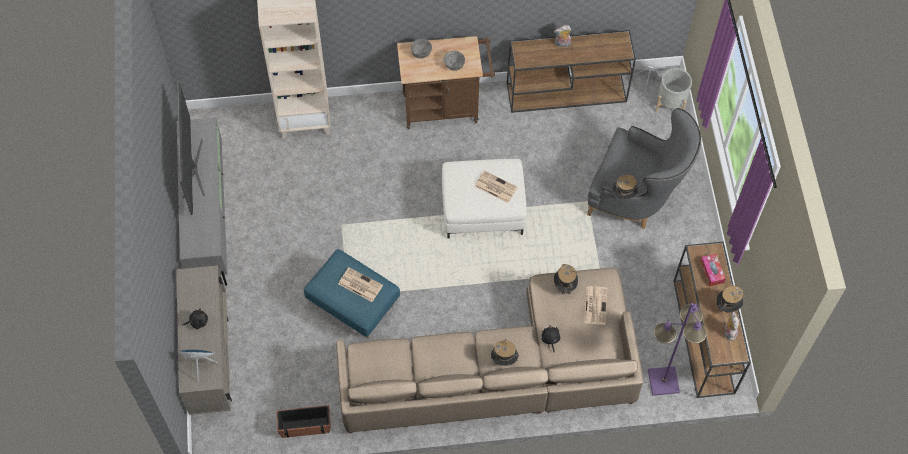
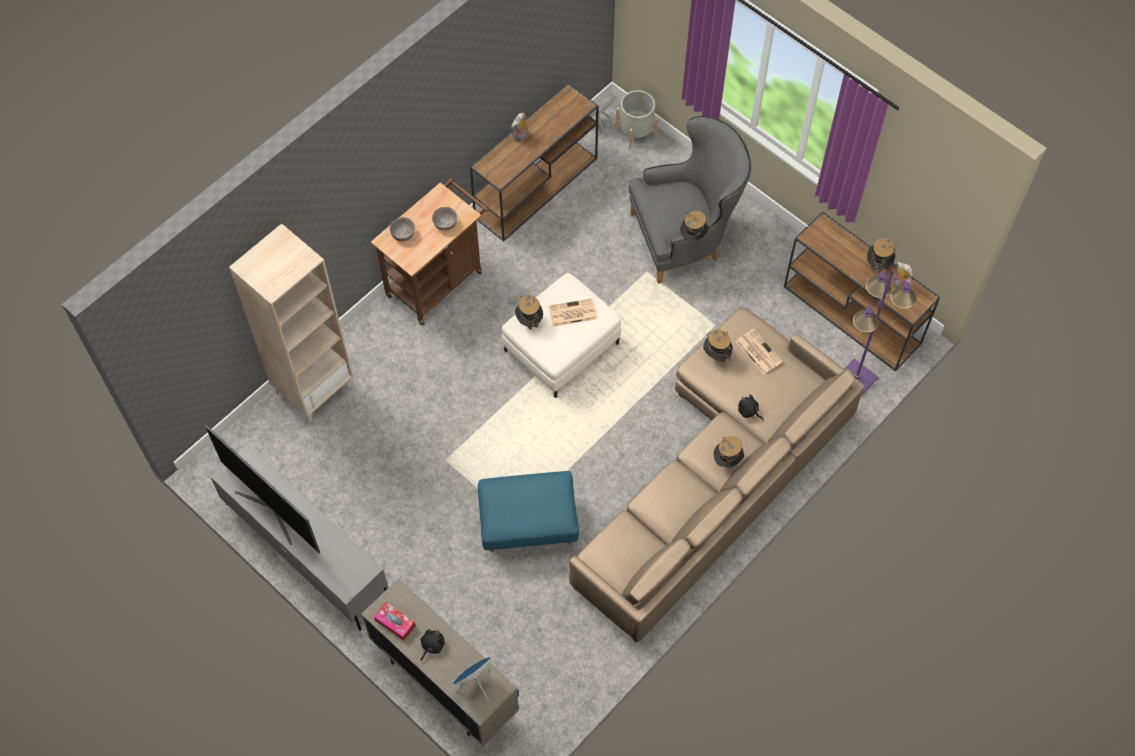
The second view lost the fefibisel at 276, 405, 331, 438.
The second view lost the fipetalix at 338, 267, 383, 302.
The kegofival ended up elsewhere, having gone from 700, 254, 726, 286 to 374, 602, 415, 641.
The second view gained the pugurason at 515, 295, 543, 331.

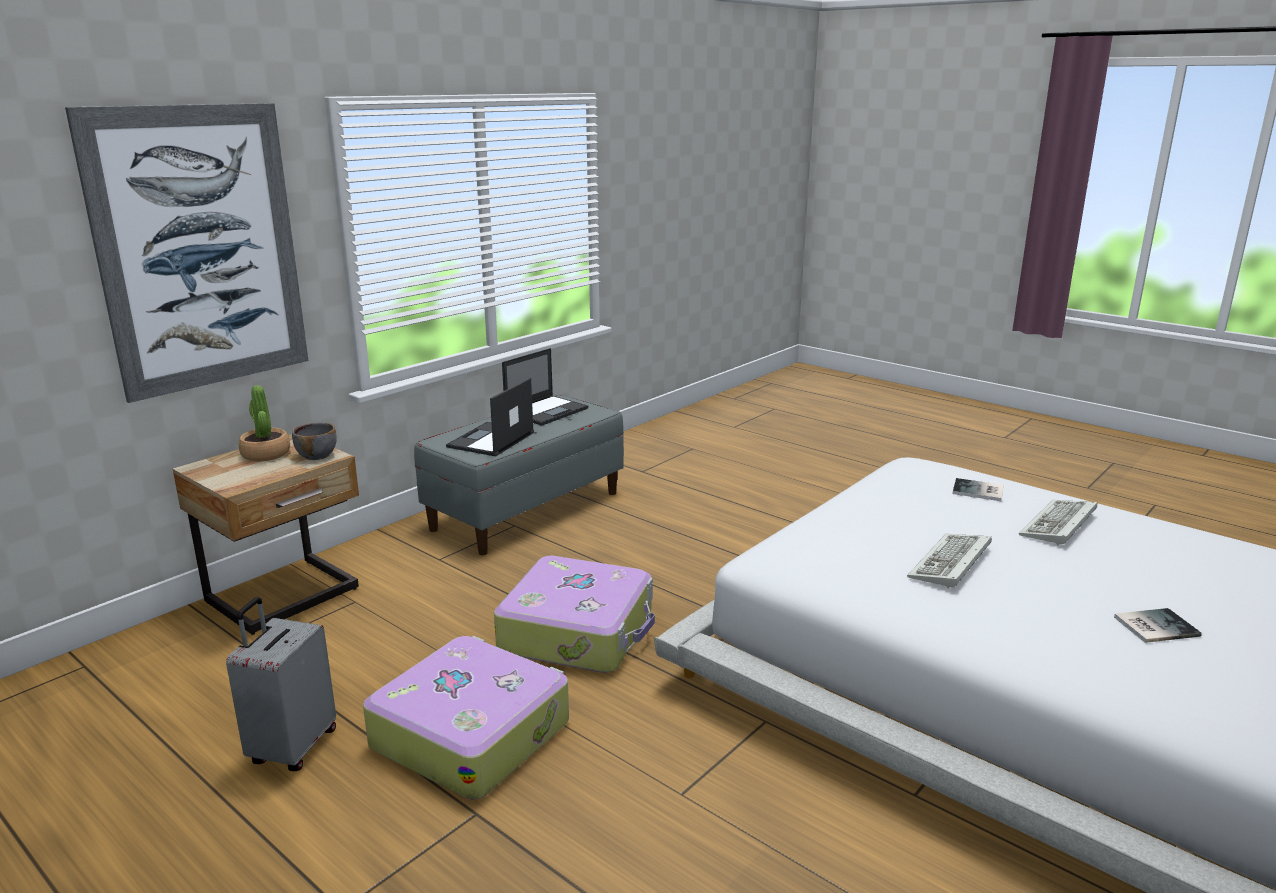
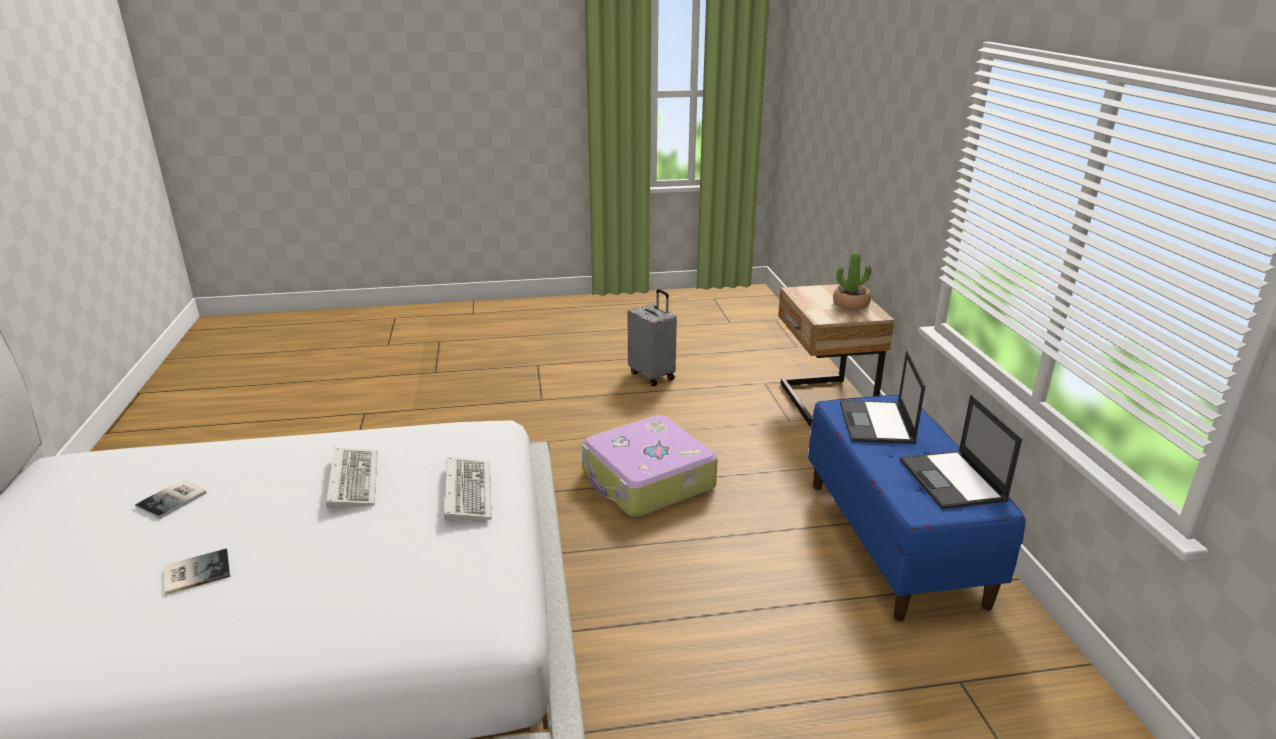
The second view lost the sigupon at 65, 103, 309, 403.
The second view lost the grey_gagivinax at 292, 422, 337, 460.
The second view lost the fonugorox at 363, 636, 569, 799.
What was the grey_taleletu at 414, 395, 624, 555 turned into the blue_taleletu at 808, 395, 1025, 621.
The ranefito at 446, 378, 534, 456 ended up facing another way, 150 degrees counterclockwise from before.
The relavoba ended up elsewhere, having gone from 952, 478, 1004, 501 to 165, 548, 230, 595.
The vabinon ended up elsewhere, having gone from 1019, 500, 1097, 546 to 444, 457, 492, 523.

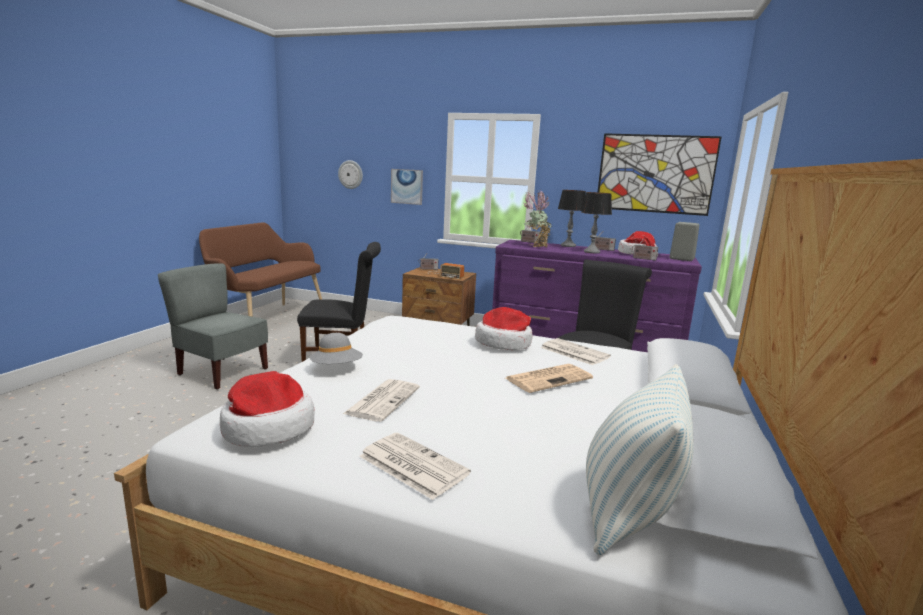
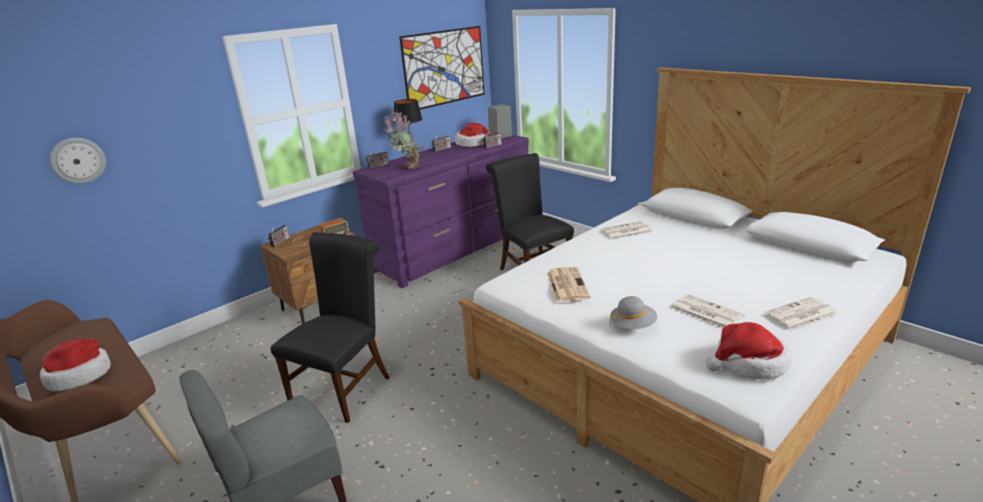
The second view lost the sigupon at 391, 169, 423, 205.
The pugurason ended up elsewhere, having gone from 475, 307, 532, 350 to 40, 339, 111, 391.
The fipetalix ended up elsewhere, having gone from 505, 364, 593, 393 to 547, 267, 590, 302.
The second view lost the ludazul at 581, 192, 612, 253.
The second view lost the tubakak at 586, 364, 694, 556.

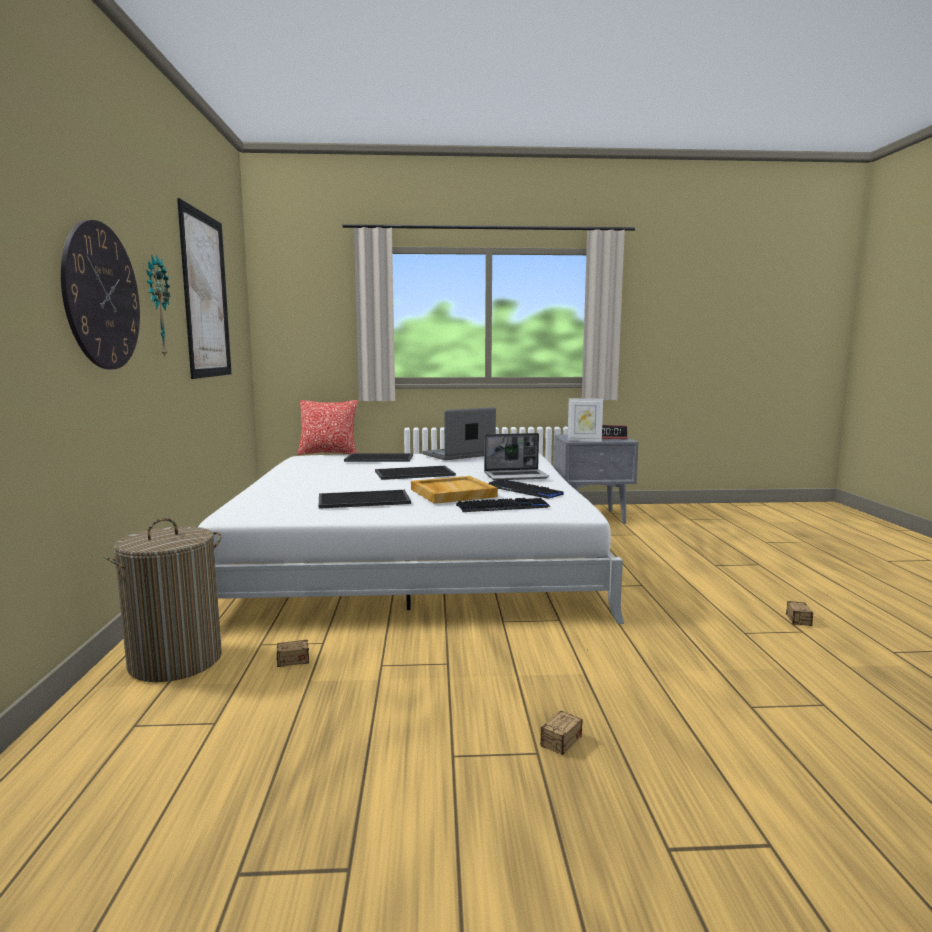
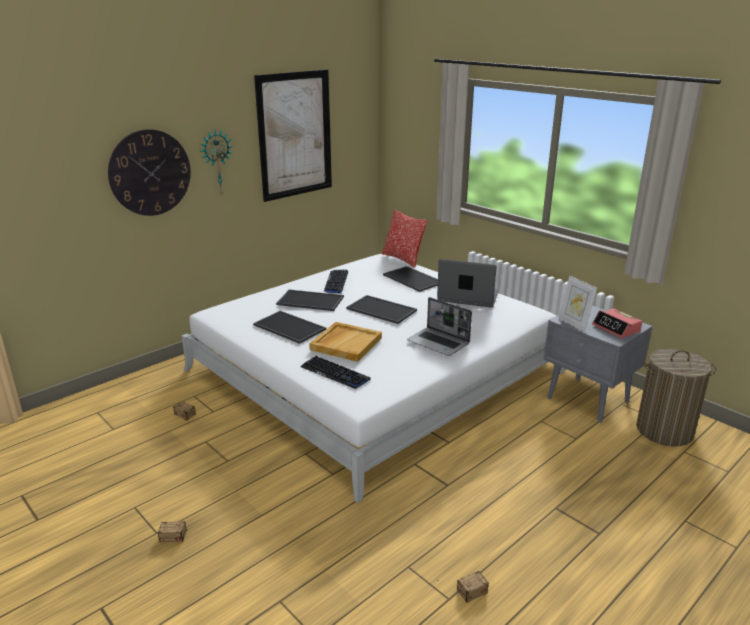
The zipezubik ended up elsewhere, having gone from 103, 518, 222, 682 to 636, 349, 717, 447.
The vabinon ended up elsewhere, having gone from 489, 479, 564, 499 to 324, 270, 348, 293.
The second view gained the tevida at 276, 290, 344, 311.

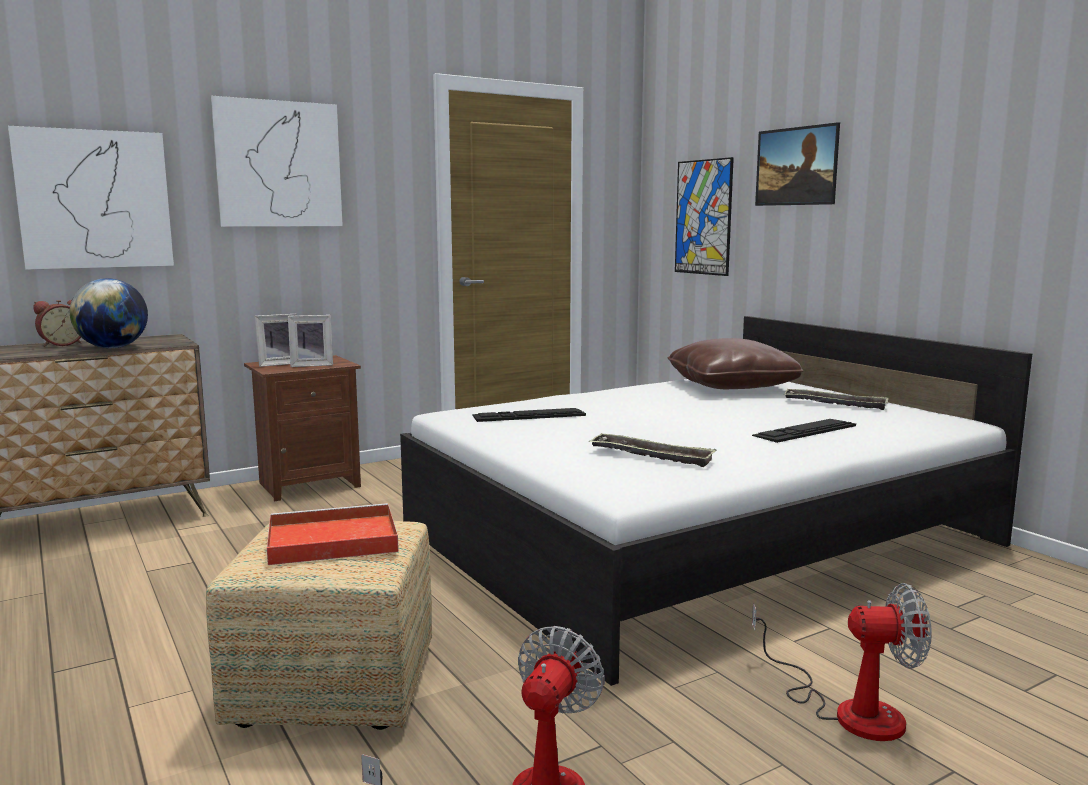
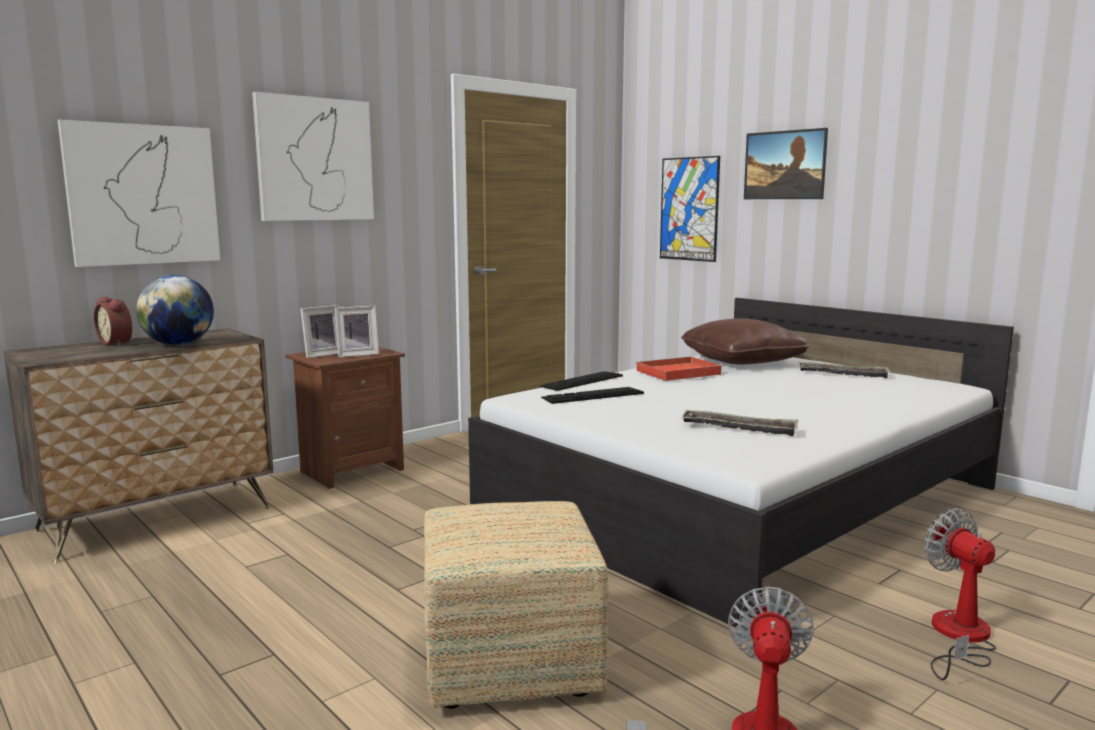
The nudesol at 33, 300, 82, 347 ended up facing another way, 90 degrees clockwise from before.
The red_tevida ended up elsewhere, having gone from 267, 503, 399, 565 to 636, 356, 722, 381.
The vabinon ended up elsewhere, having gone from 752, 419, 856, 443 to 539, 371, 623, 391.
The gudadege at 752, 583, 932, 741 ended up facing another way, 105 degrees counterclockwise from before.

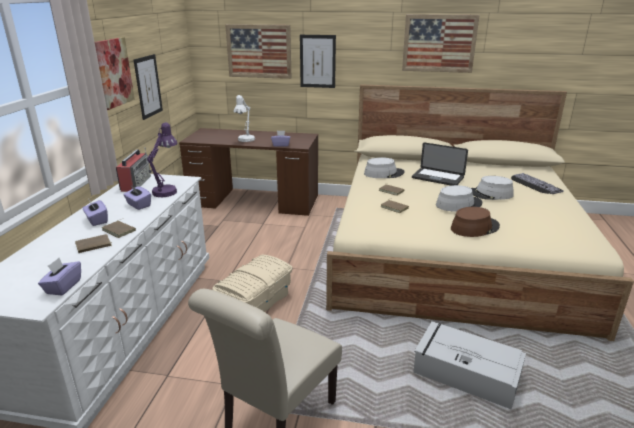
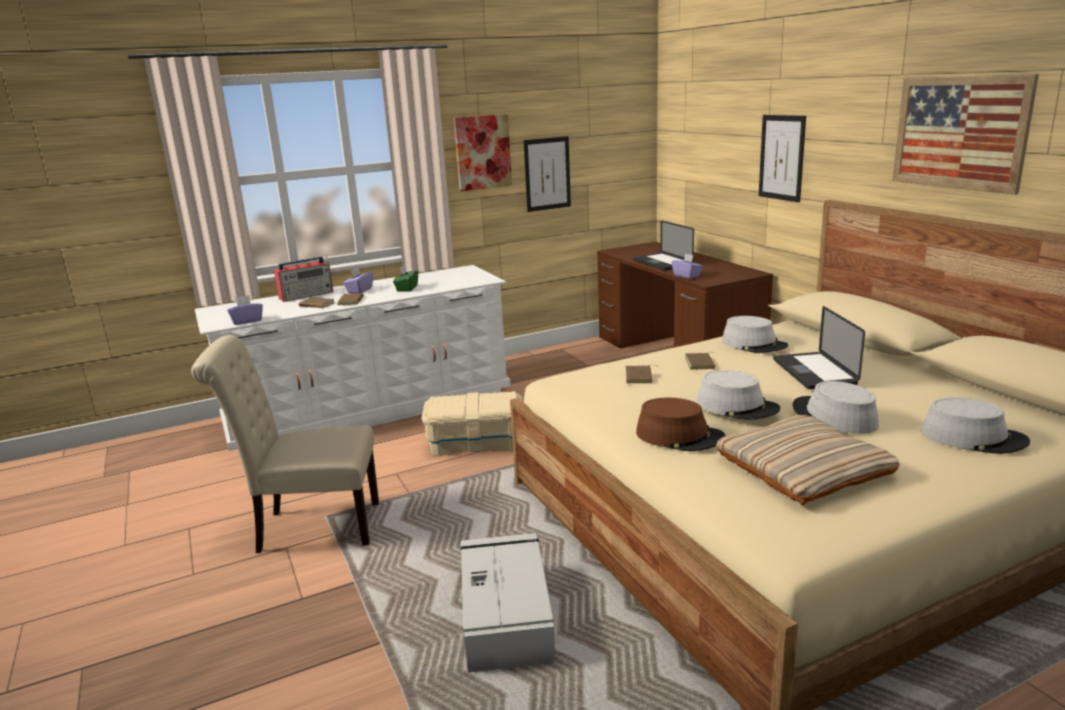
The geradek ended up elsewhere, having gone from 116, 148, 152, 192 to 274, 256, 333, 302.
What was the purple_kegofival at 123, 186, 151, 210 turned into the green_kegofival at 393, 266, 418, 292.
The second view lost the purple_ludazul at 147, 122, 178, 197.
The second view lost the sigupon at 225, 24, 291, 79.
Where the white_ludazul stood at 233, 95, 255, 142, the ranefito came to stand at 633, 220, 694, 271.
Where the vabinon stood at 511, 173, 564, 194, the grey_pugurason came to stand at 921, 397, 1030, 454.
The second view gained the beige_tubakak at 716, 415, 900, 505.

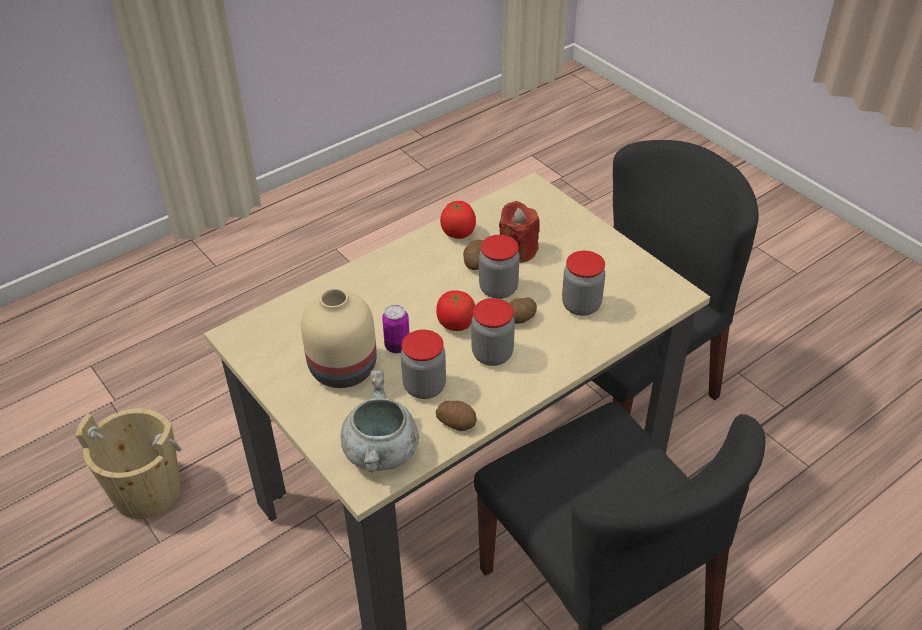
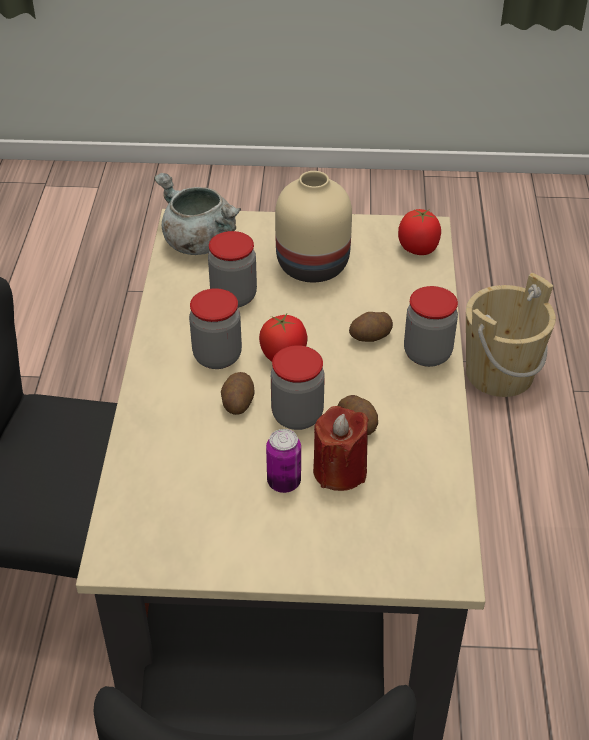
The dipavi ended up elsewhere, having gone from 382, 305, 409, 353 to 266, 429, 301, 493.
The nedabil ended up elsewhere, having gone from 436, 401, 477, 431 to 349, 312, 393, 342.
The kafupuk ended up elsewhere, having gone from 440, 201, 476, 239 to 398, 209, 441, 255.
The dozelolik ended up elsewhere, having gone from 562, 251, 605, 316 to 404, 286, 458, 367.

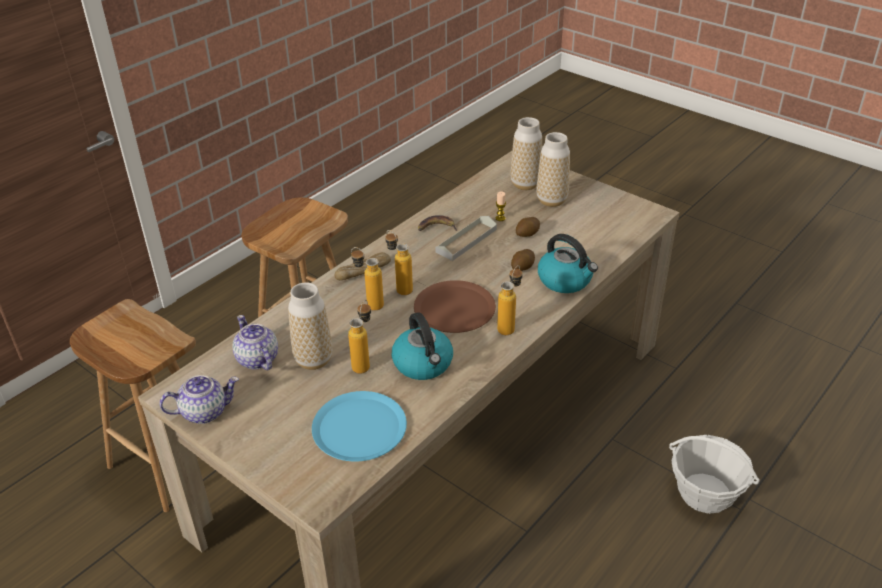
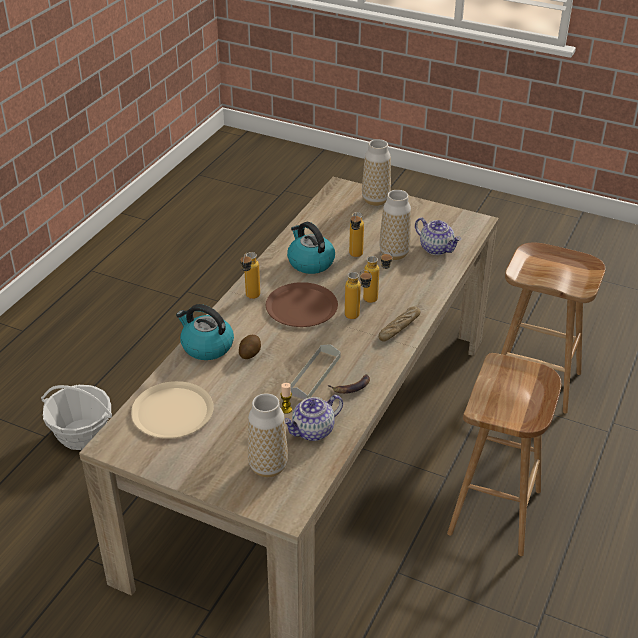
The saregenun ended up elsewhere, having gone from 160, 375, 239, 424 to 285, 395, 343, 441.
The second view lost the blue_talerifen at 312, 391, 407, 461.
The second view lost the nedabil at 516, 217, 540, 237.
The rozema ended up elsewhere, having gone from 536, 132, 570, 207 to 362, 139, 391, 206.
The second view gained the beige_talerifen at 131, 381, 214, 439.

